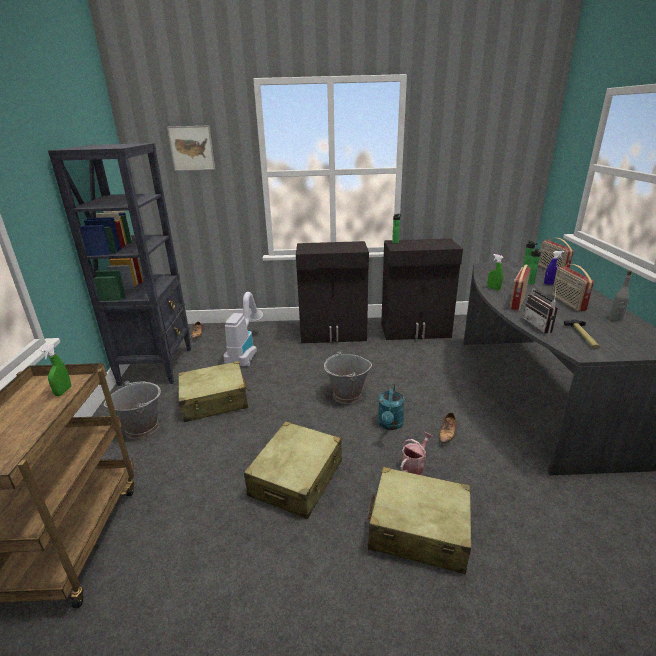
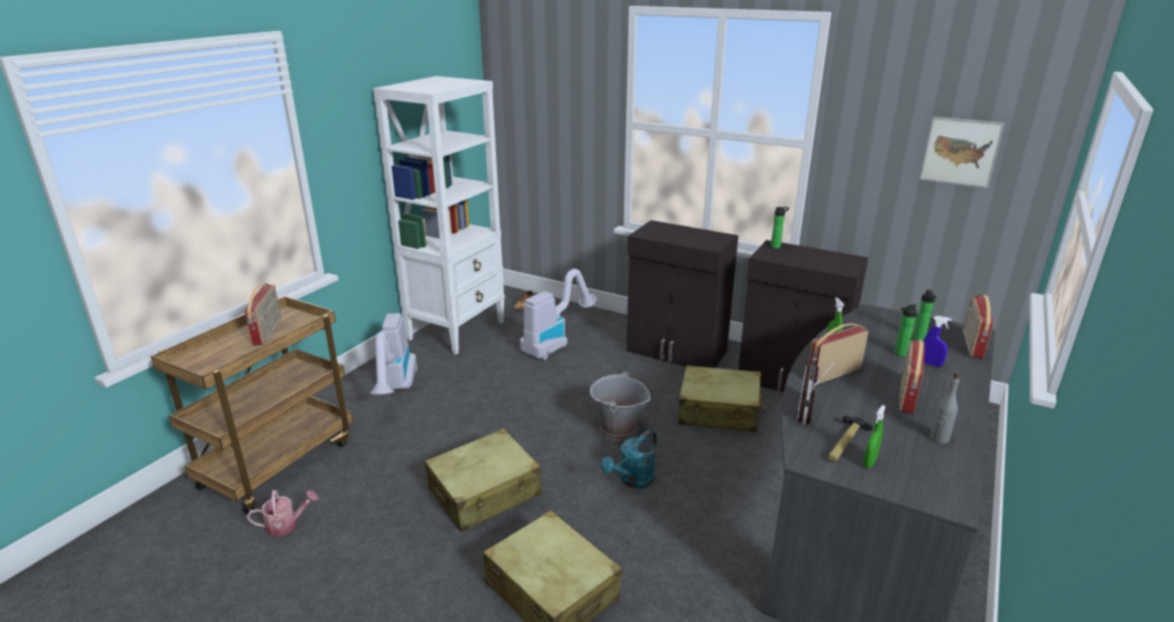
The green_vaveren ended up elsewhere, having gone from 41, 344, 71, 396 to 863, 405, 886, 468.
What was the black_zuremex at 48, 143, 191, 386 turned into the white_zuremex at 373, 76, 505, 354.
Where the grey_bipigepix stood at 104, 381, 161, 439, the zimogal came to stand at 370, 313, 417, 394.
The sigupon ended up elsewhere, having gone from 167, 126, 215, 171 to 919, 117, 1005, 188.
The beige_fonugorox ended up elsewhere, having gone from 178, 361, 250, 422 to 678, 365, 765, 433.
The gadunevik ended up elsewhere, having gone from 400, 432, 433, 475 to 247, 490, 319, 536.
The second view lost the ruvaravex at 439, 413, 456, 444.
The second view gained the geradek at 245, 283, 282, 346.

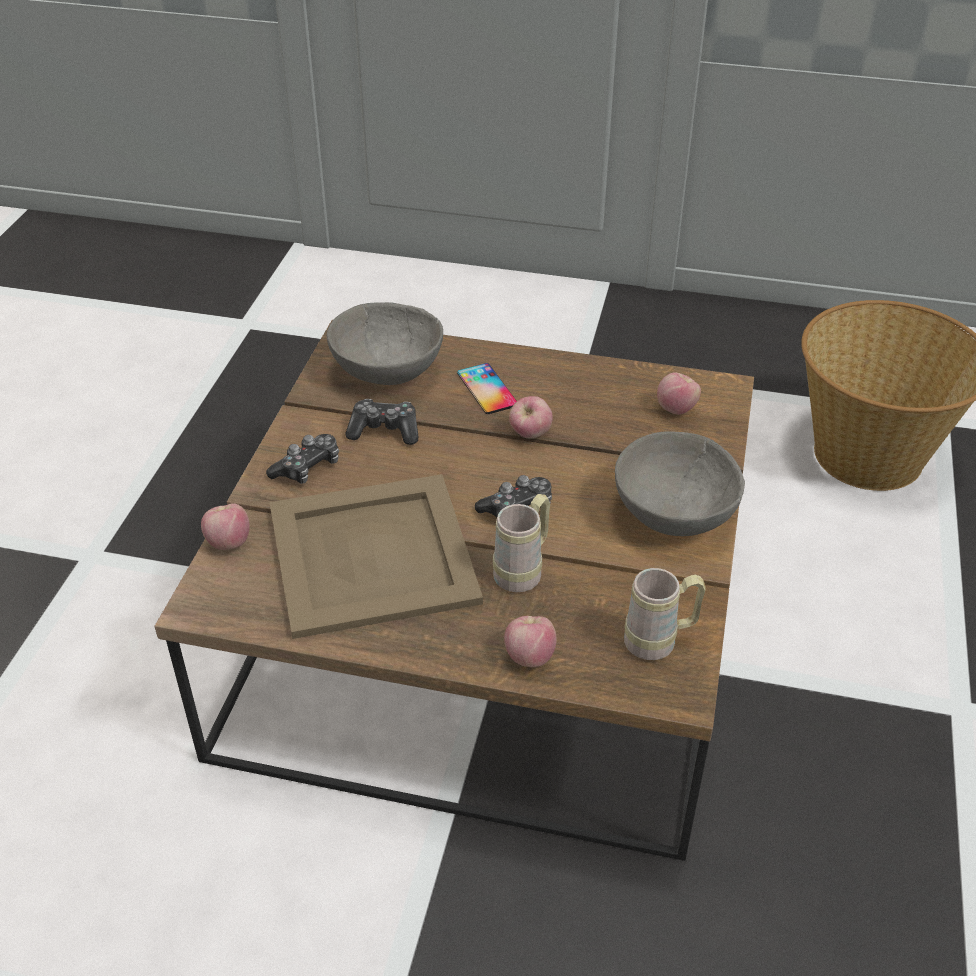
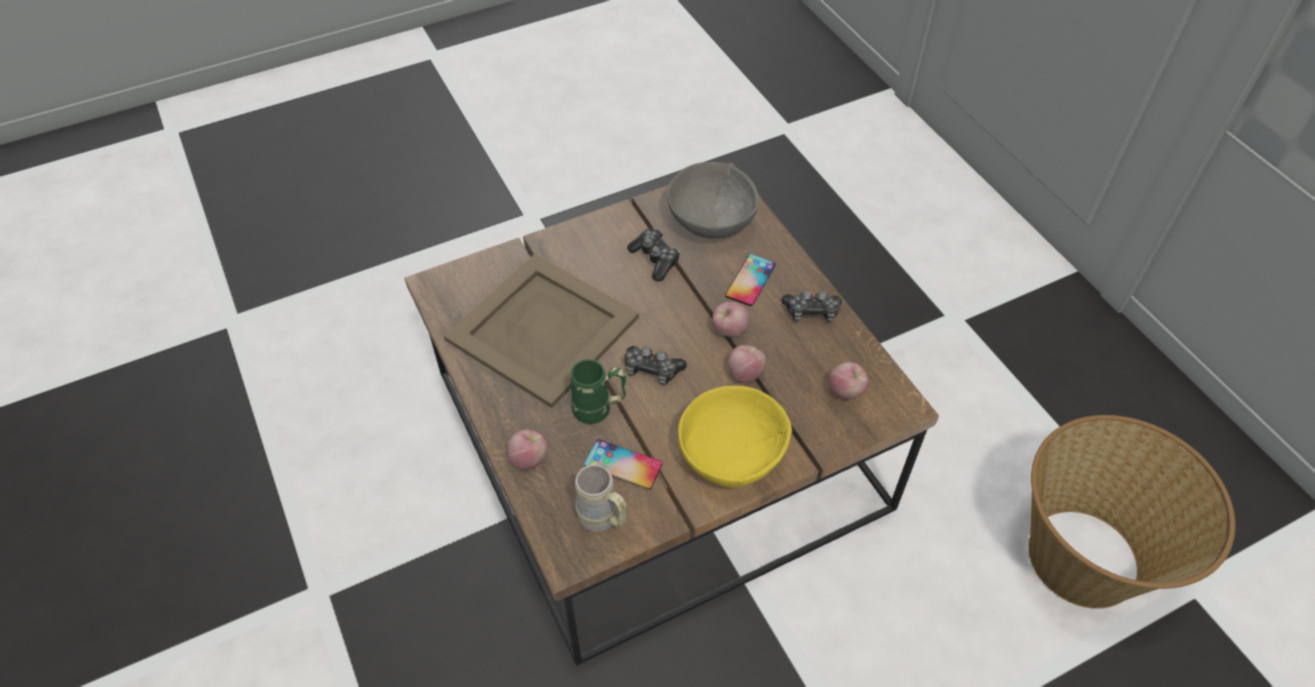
The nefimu ended up elsewhere, having gone from 201, 503, 250, 550 to 728, 345, 766, 383.
The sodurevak ended up elsewhere, having gone from 266, 434, 339, 484 to 781, 290, 842, 323.
What was the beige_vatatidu at 493, 494, 550, 592 turned into the green_vatatidu at 570, 359, 626, 424.
What was the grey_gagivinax at 615, 431, 745, 536 turned into the yellow_gagivinax at 678, 386, 792, 488.
The second view gained the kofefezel at 584, 439, 662, 489.

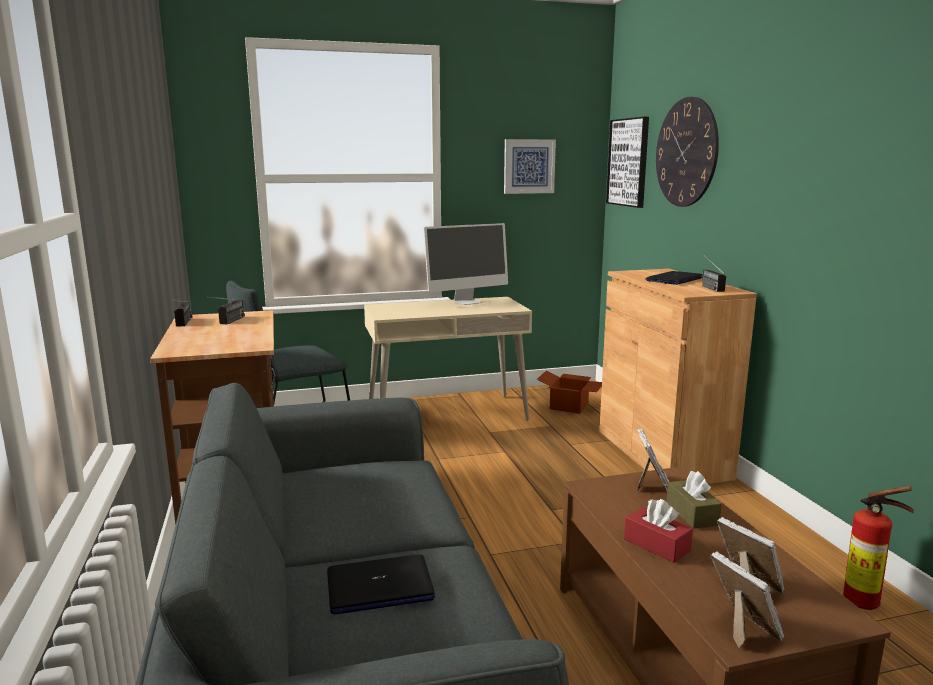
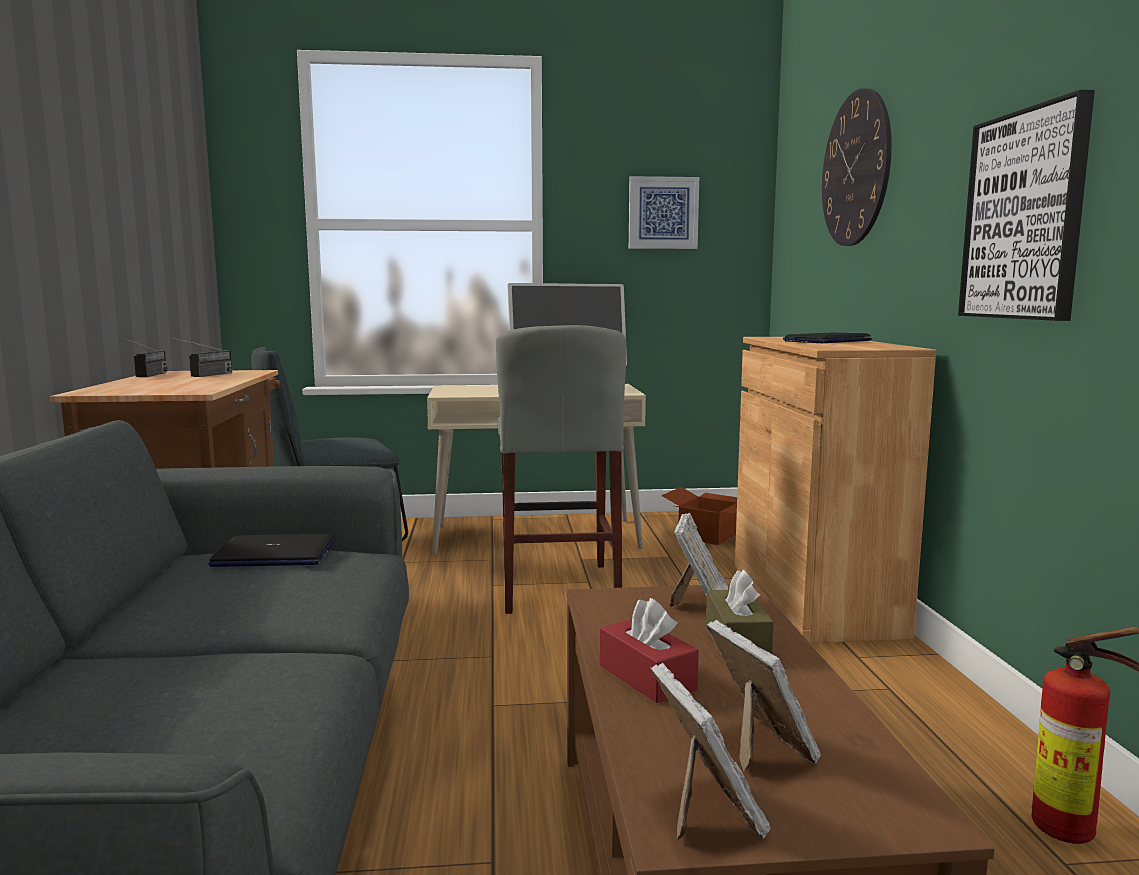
The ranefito ended up elsewhere, having gone from 327, 554, 435, 615 to 209, 534, 334, 567.
The sigupon ended up elsewhere, having gone from 606, 117, 649, 208 to 958, 90, 1095, 321.
The second view lost the geradek at 702, 254, 726, 292.
The second view gained the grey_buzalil at 496, 325, 626, 614.

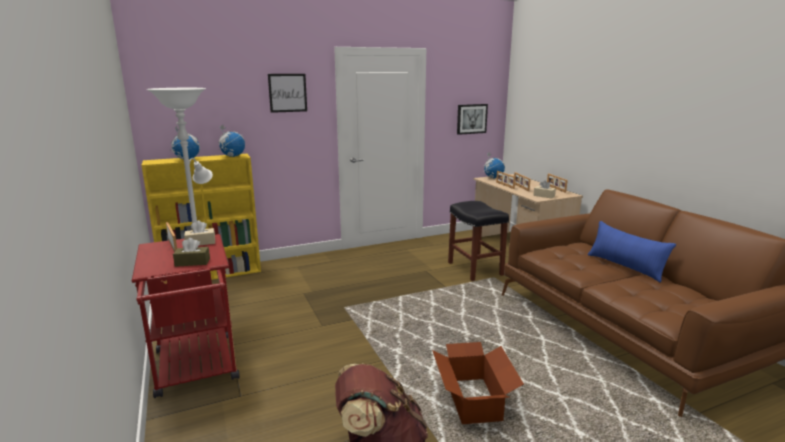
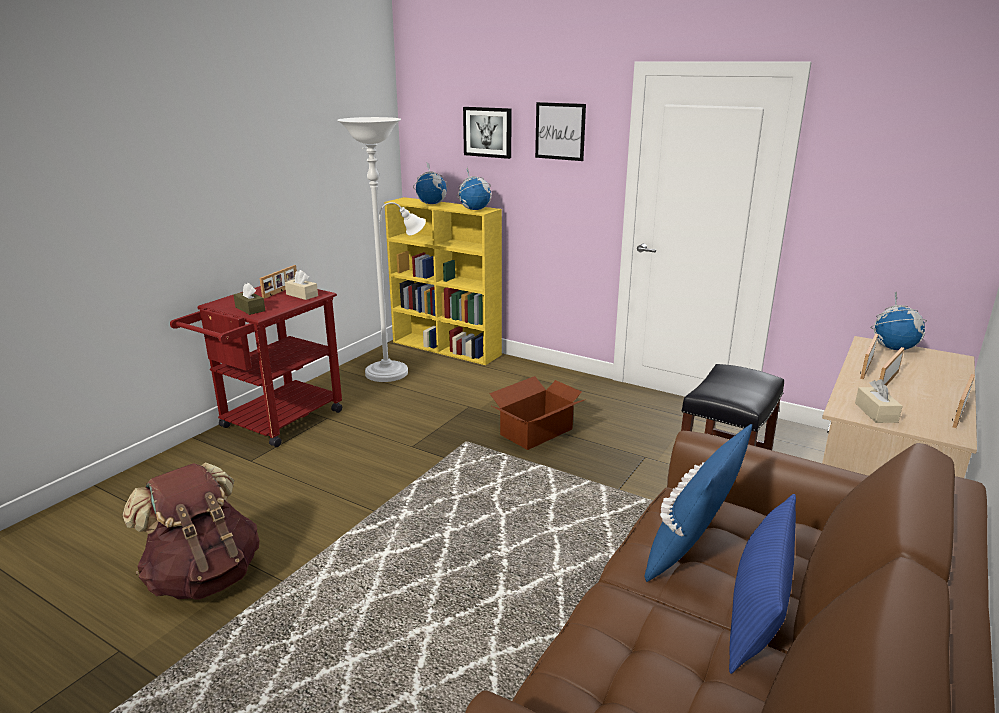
The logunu ended up elsewhere, having gone from 432, 342, 524, 424 to 489, 376, 586, 450.
The sigupon ended up elsewhere, having gone from 457, 104, 488, 135 to 463, 107, 512, 159.
The second view gained the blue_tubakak at 645, 424, 752, 582.

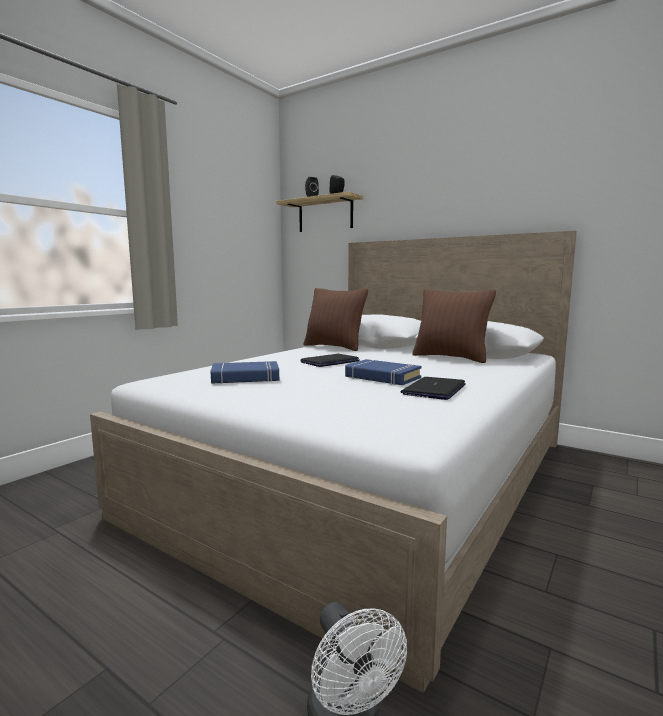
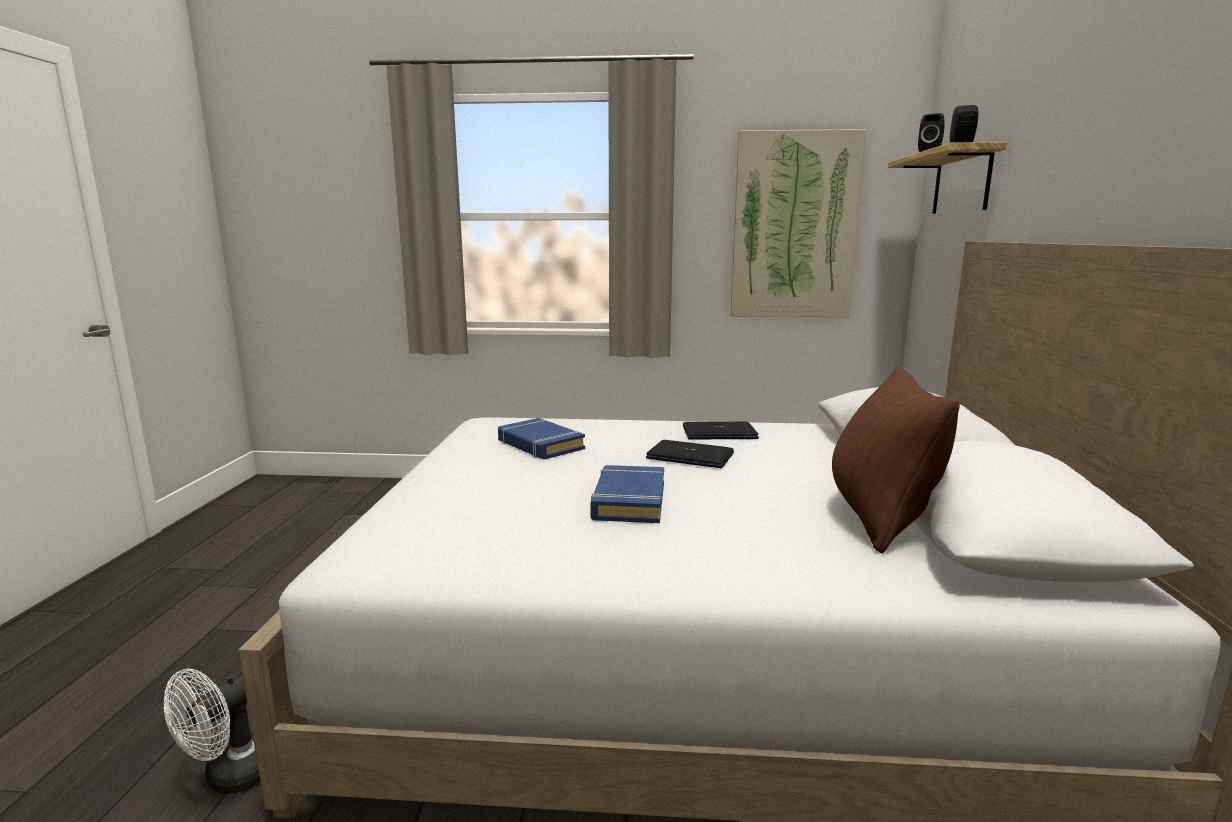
The second view lost the brown_tubakak at 303, 288, 368, 351.
The ranefito ended up elsewhere, having gone from 400, 377, 466, 400 to 683, 422, 759, 439.
The second view gained the sigupon at 730, 129, 866, 317.

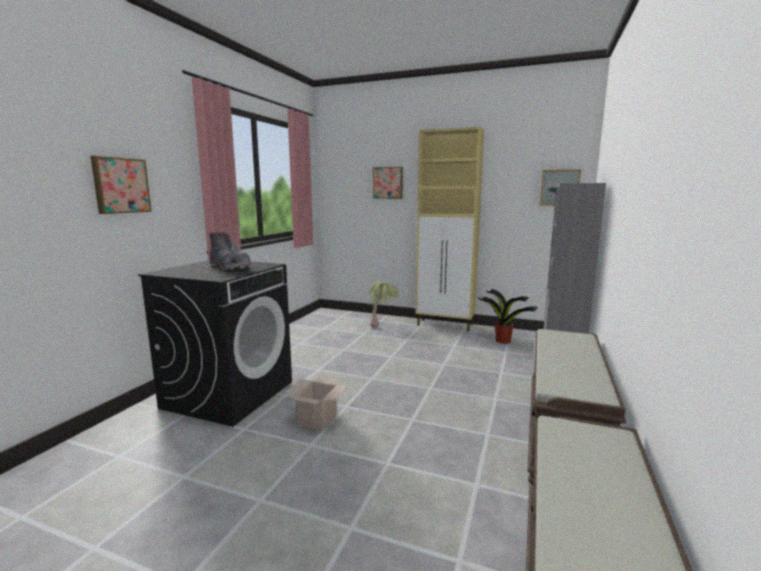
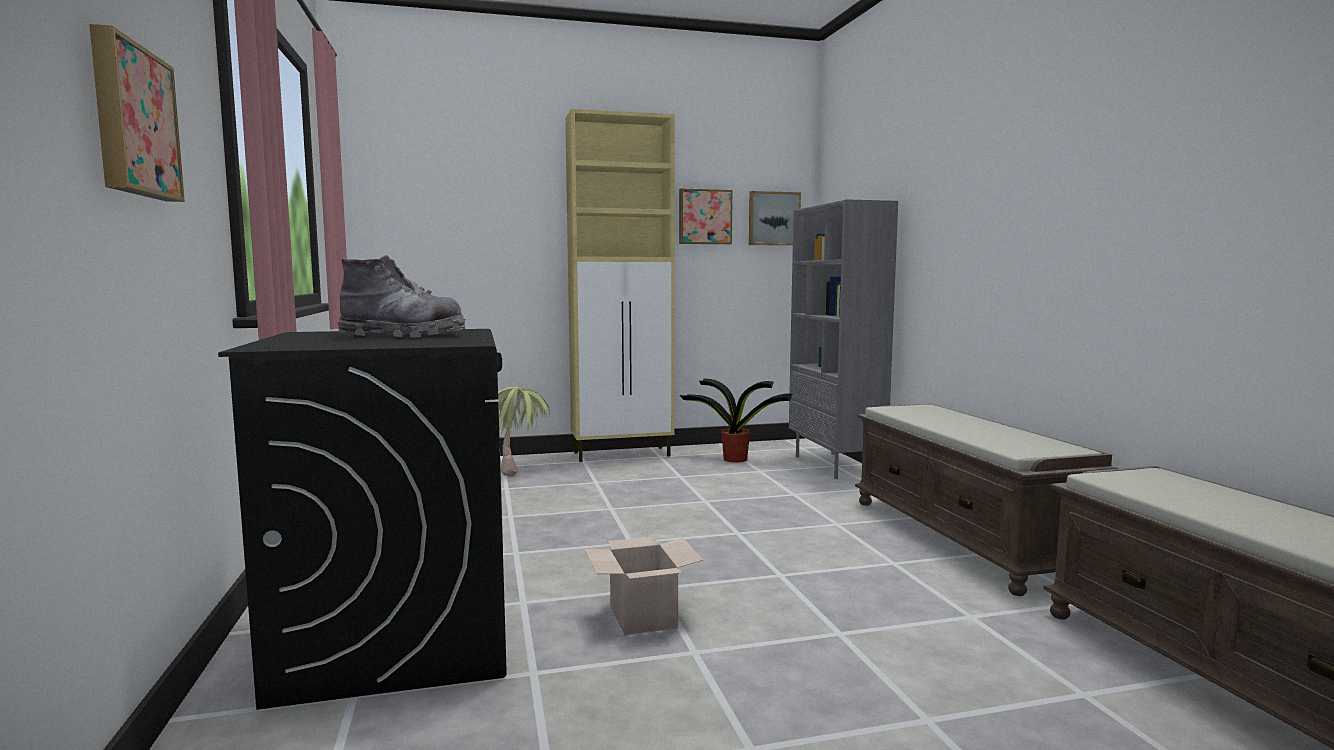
The sigupon ended up elsewhere, having gone from 373, 167, 403, 199 to 679, 188, 733, 244.

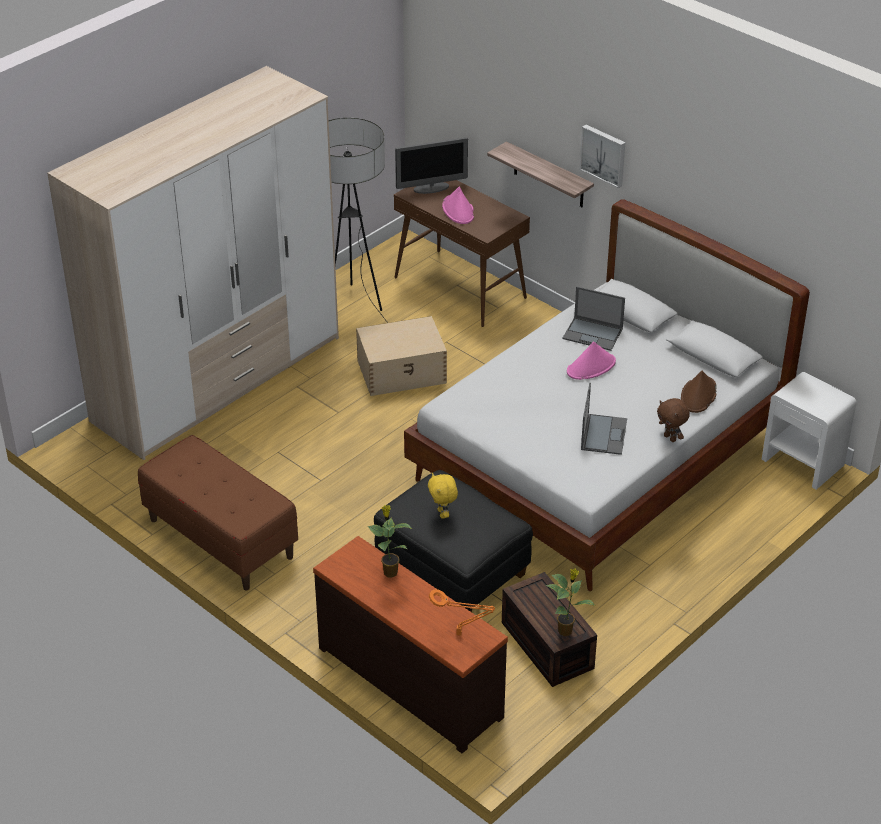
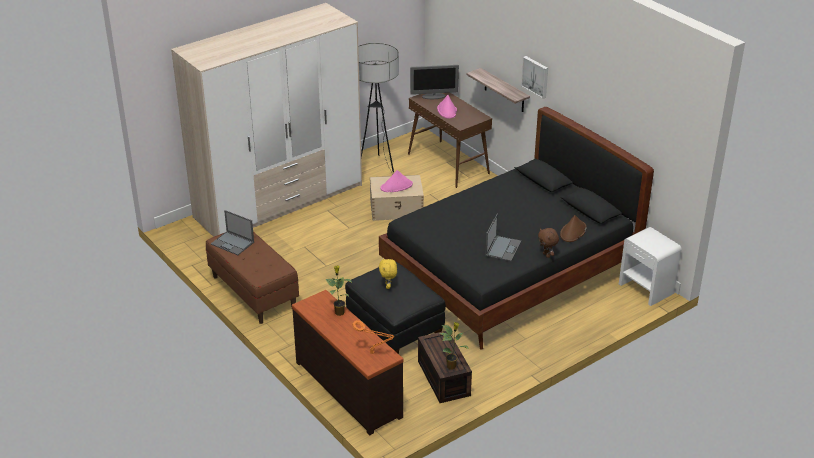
What was the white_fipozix at 404, 200, 810, 591 turned into the black_fipozix at 379, 107, 654, 350.
The ranefito ended up elsewhere, having gone from 562, 286, 625, 351 to 211, 210, 254, 255.
The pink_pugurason ended up elsewhere, having gone from 567, 342, 616, 380 to 380, 170, 413, 192.

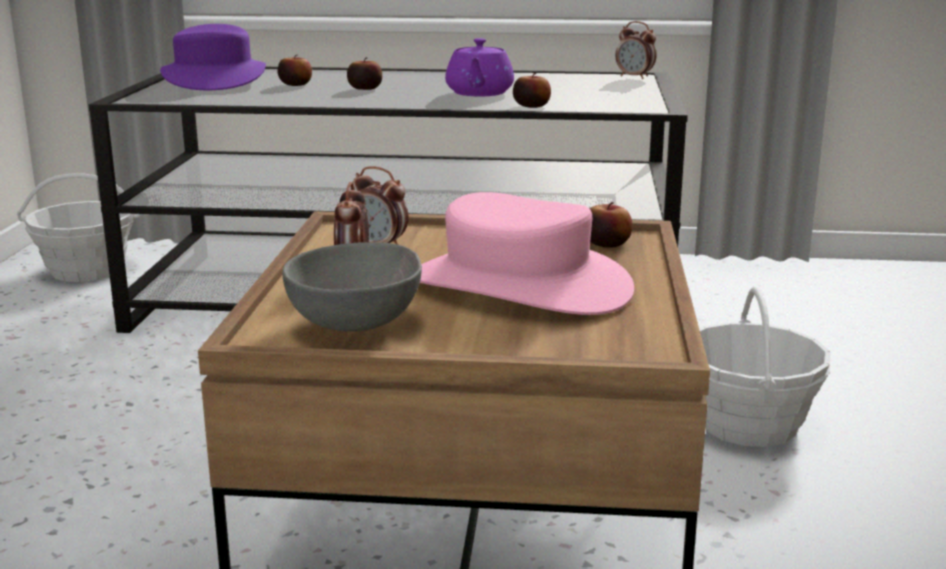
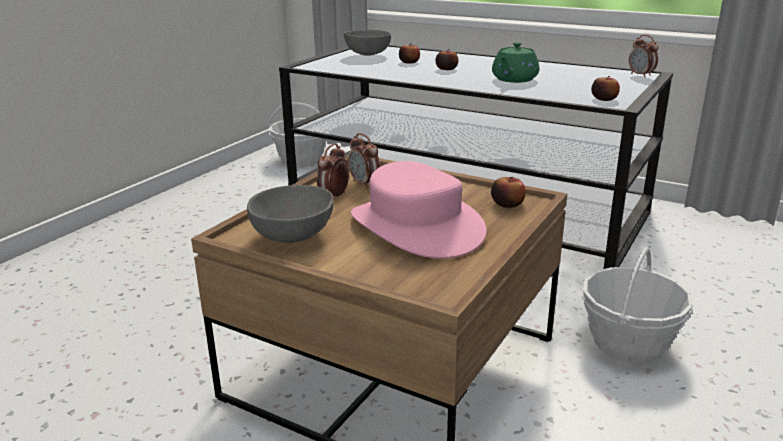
Where the purple_pugurason stood at 160, 24, 266, 90, the grey_gagivinax came to stand at 344, 30, 391, 56.
What was the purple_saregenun at 445, 38, 514, 96 turned into the green_saregenun at 492, 42, 539, 83.
The nefimu ended up elsewhere, having gone from 513, 73, 551, 108 to 591, 76, 620, 101.

